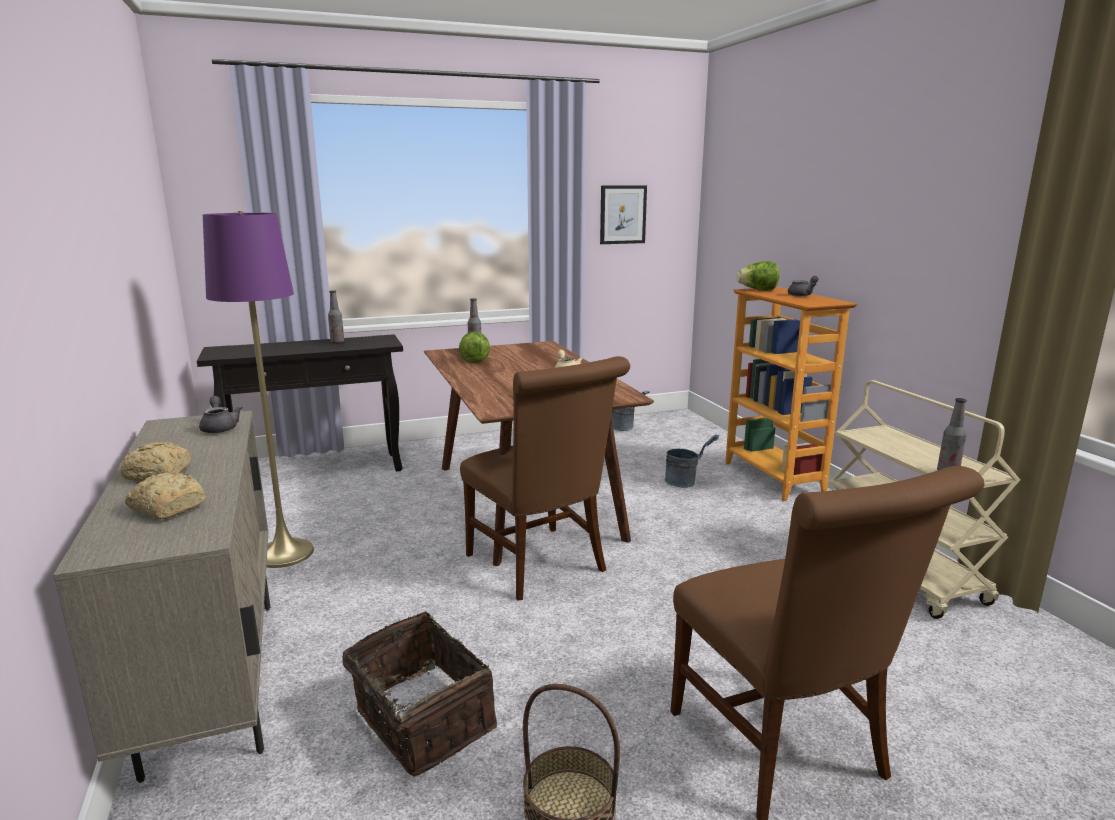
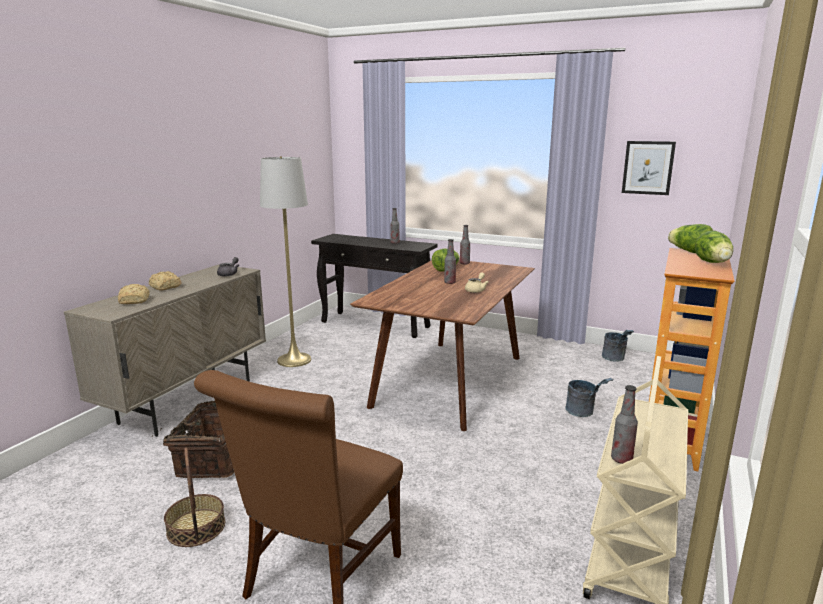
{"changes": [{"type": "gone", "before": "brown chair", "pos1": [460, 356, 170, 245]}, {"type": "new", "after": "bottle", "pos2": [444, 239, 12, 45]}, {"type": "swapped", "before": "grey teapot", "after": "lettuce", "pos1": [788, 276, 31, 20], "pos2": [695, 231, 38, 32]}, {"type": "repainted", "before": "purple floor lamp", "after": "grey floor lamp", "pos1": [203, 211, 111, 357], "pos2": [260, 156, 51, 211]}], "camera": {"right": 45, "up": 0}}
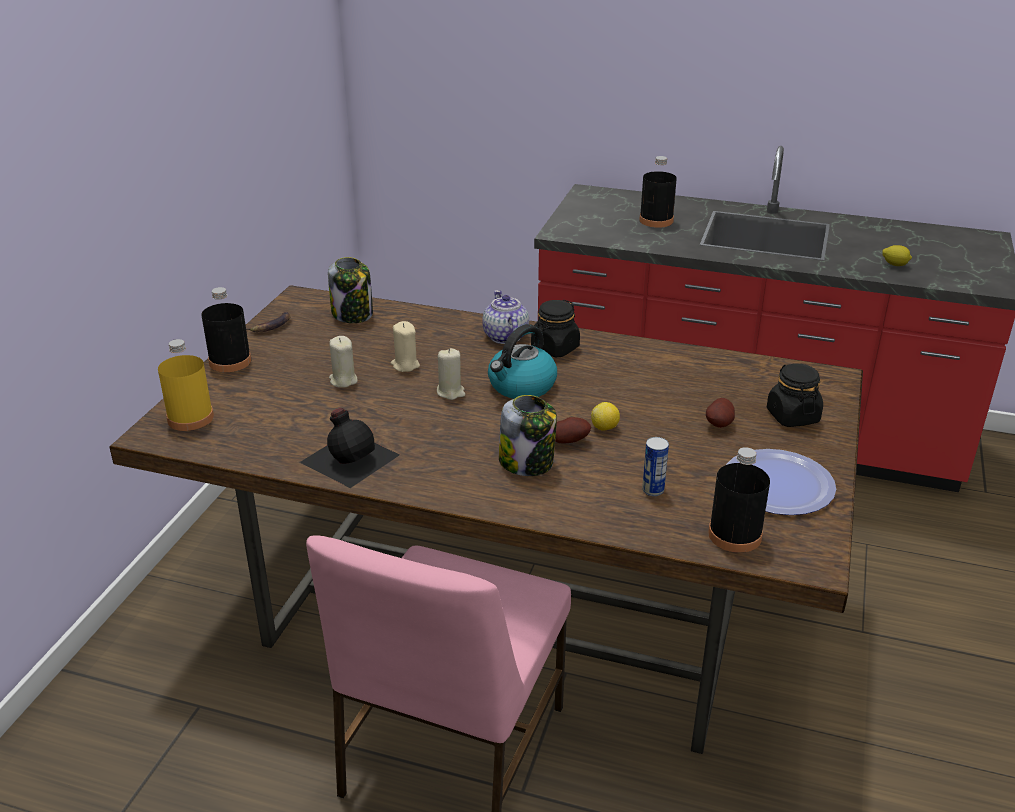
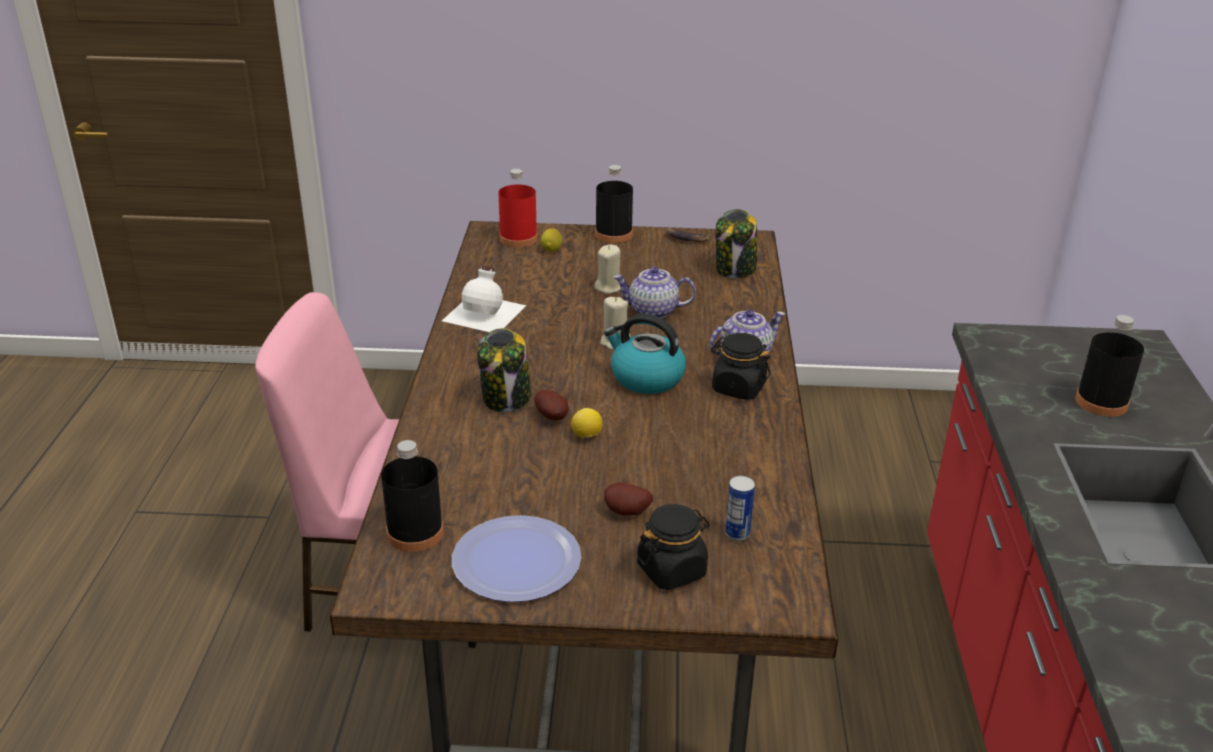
{"changes": [{"type": "shifted", "before": "can", "pos1": [642, 437, 27, 59], "pos2": [725, 476, 30, 66]}, {"type": "shifted", "before": "lemon", "pos1": [882, 245, 30, 21], "pos2": [541, 228, 21, 24]}, {"type": "swapped", "before": "beige candle", "after": "teapot", "pos1": [391, 321, 29, 51], "pos2": [613, 267, 83, 51]}, {"type": "repainted", "before": "yellow bottle", "after": "red bottle", "pos1": [158, 339, 56, 92], "pos2": [498, 169, 39, 79]}, {"type": "repainted", "before": "black bottle", "after": "white bottle", "pos1": [300, 408, 99, 80], "pos2": [442, 266, 85, 66]}], "camera": {"right": 75, "up": 0}}
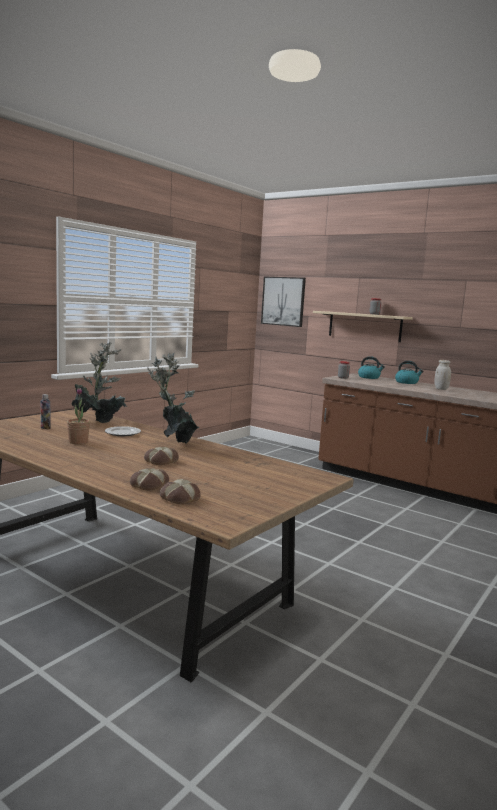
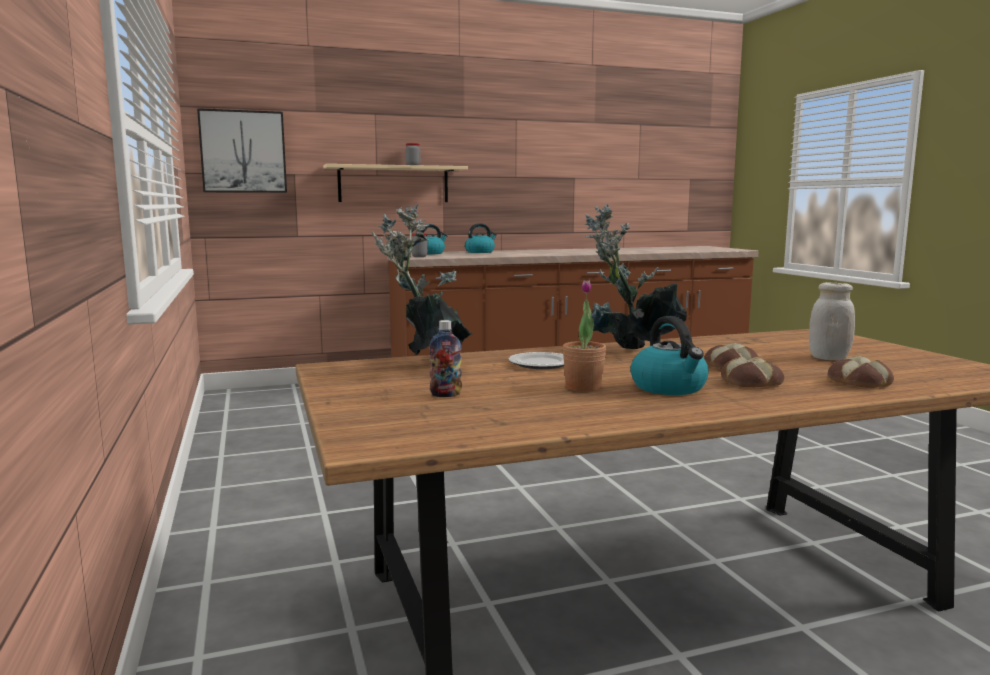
{"changes": [{"type": "new", "after": "kettle", "pos2": [630, 316, 79, 79]}, {"type": "shifted", "before": "bread", "pos1": [160, 479, 41, 25], "pos2": [721, 357, 63, 30]}, {"type": "shifted", "before": "white jar", "pos1": [434, 360, 17, 30], "pos2": [809, 282, 46, 78]}], "camera": {"right": -55, "up": 0}}
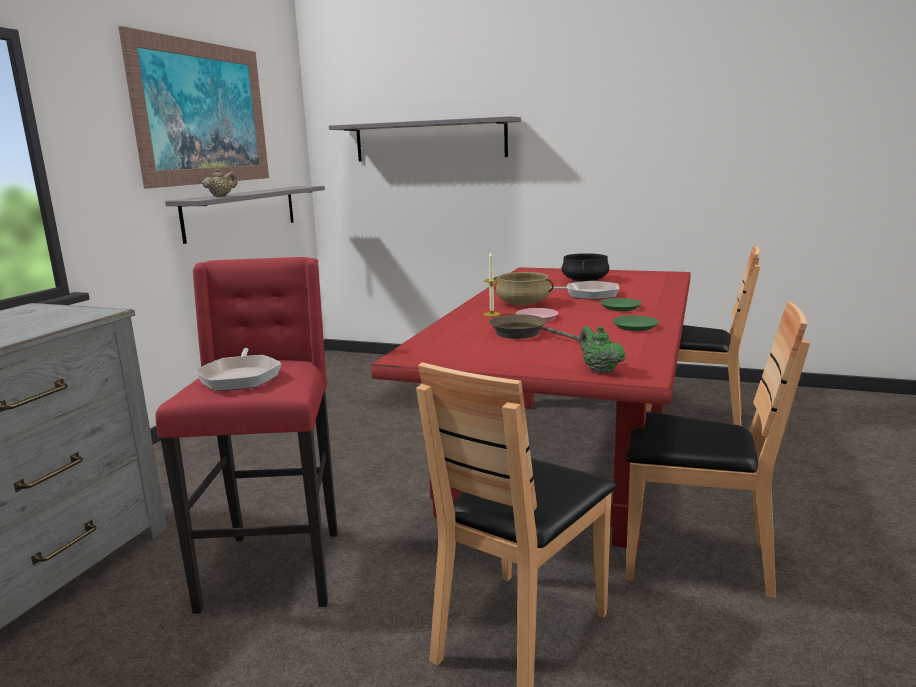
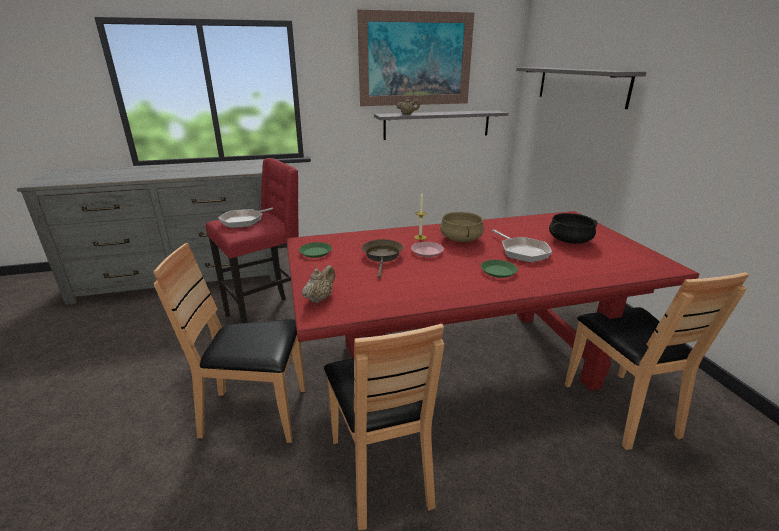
{"changes": [{"type": "shifted", "before": "green plate", "pos1": [612, 315, 47, 16], "pos2": [299, 242, 33, 16]}, {"type": "repainted", "before": "green teapot", "after": "beige teapot", "pos1": [579, 326, 47, 47], "pos2": [302, 265, 33, 38]}], "camera": {"right": 55, "up": 10}}
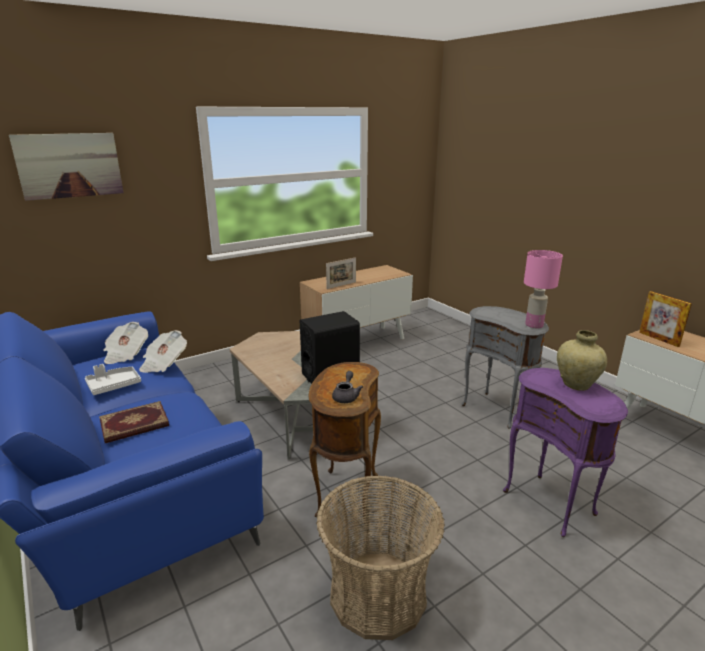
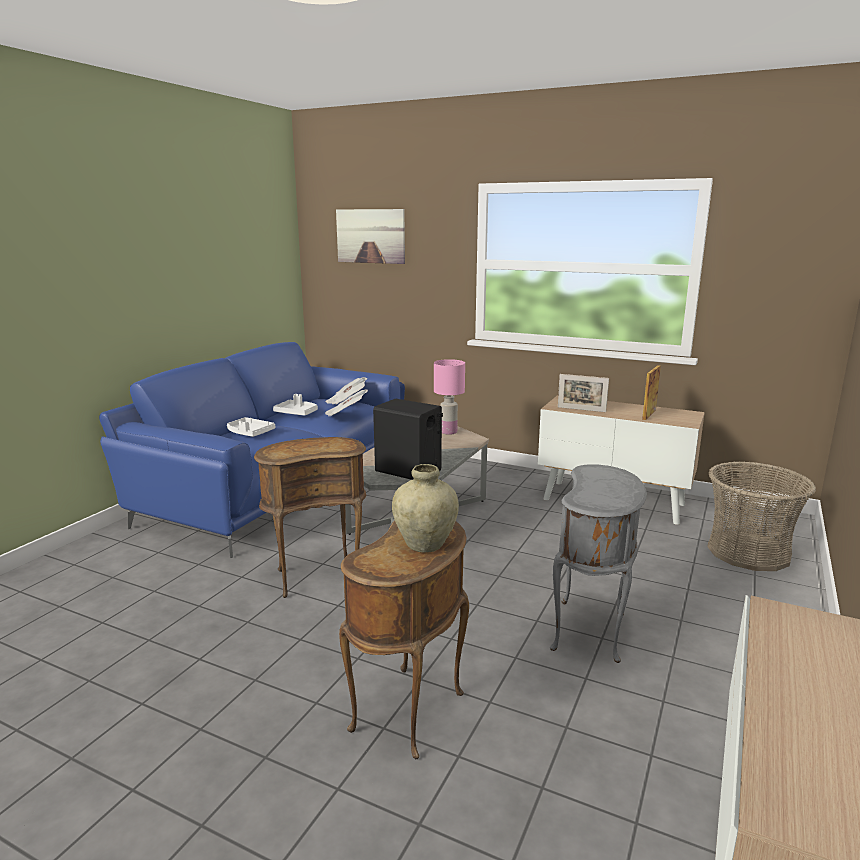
{"changes": [{"type": "gone", "before": "grey teapot", "pos1": [332, 371, 31, 32]}, {"type": "shifted", "before": "basket", "pos1": [316, 475, 129, 165], "pos2": [707, 461, 109, 110]}, {"type": "shifted", "before": "pink table lamp", "pos1": [524, 250, 39, 78], "pos2": [434, 359, 31, 76]}, {"type": "shifted", "before": "picture frame", "pos1": [639, 291, 53, 56], "pos2": [642, 365, 19, 55]}, {"type": "swapped", "before": "book", "after": "white tray", "pos1": [99, 401, 70, 42], "pos2": [227, 417, 48, 20]}, {"type": "repainted", "before": "purple side table", "after": "brown side table", "pos1": [503, 368, 125, 169], "pos2": [339, 520, 130, 240]}], "camera": {"right": 60, "up": -5}}
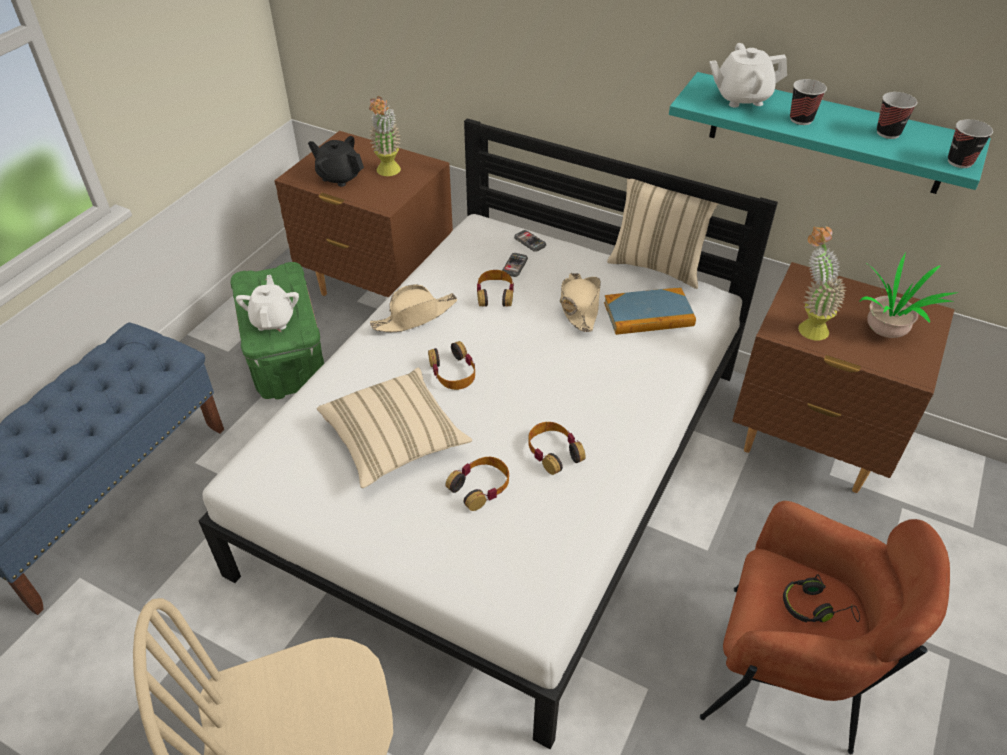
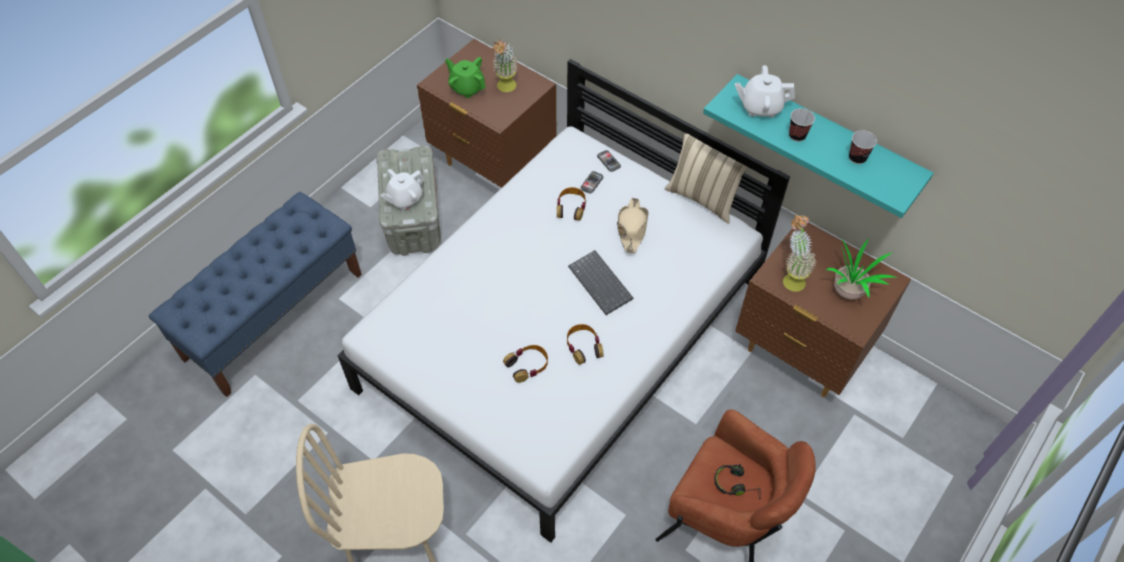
{"changes": [{"type": "gone", "before": "beige pillow", "pos1": [317, 368, 155, 120]}, {"type": "gone", "before": "beige hat", "pos1": [370, 285, 88, 47]}, {"type": "gone", "before": "headphones", "pos1": [428, 341, 47, 49]}, {"type": "gone", "before": "book", "pos1": [604, 287, 92, 48]}, {"type": "gone", "before": "cup", "pos1": [948, 119, 45, 49]}, {"type": "new", "after": "keyboard", "pos2": [568, 250, 65, 65]}, {"type": "repainted", "before": "green storage box", "after": "grey storage box", "pos1": [231, 262, 93, 137], "pos2": [376, 146, 65, 110]}, {"type": "repainted", "before": "black teapot", "after": "green teapot", "pos1": [308, 136, 56, 51], "pos2": [445, 57, 41, 41]}, {"type": "rotated", "before": "white teapot", "pos1": [236, 275, 63, 56], "pos2": [380, 169, 45, 41], "turn": -135}], "camera": {"right": 10, "up": 10}}
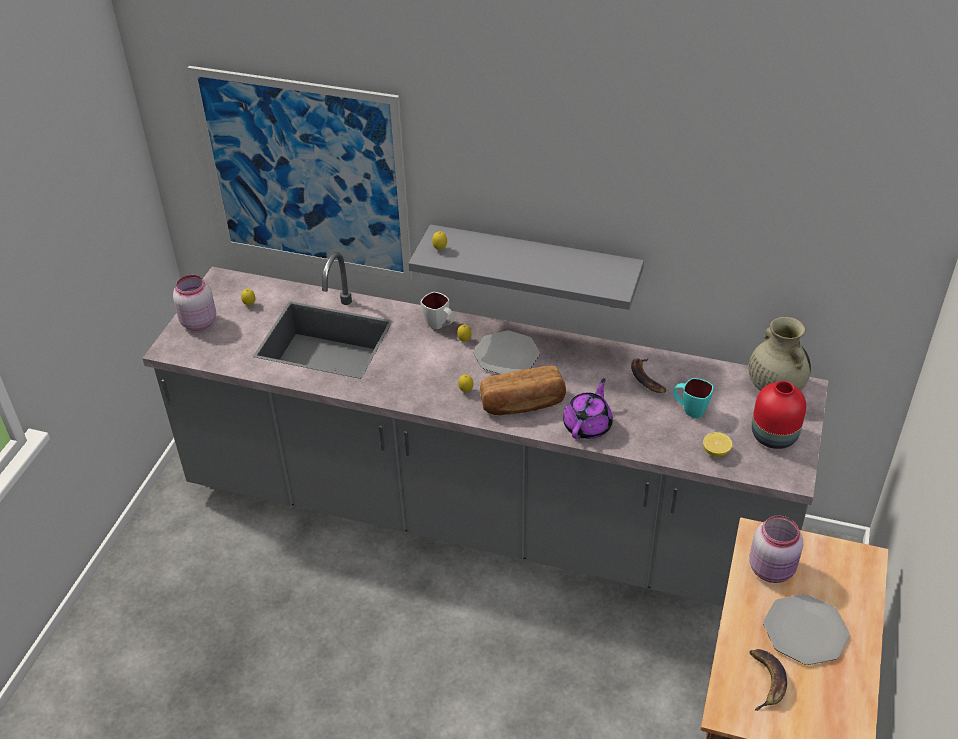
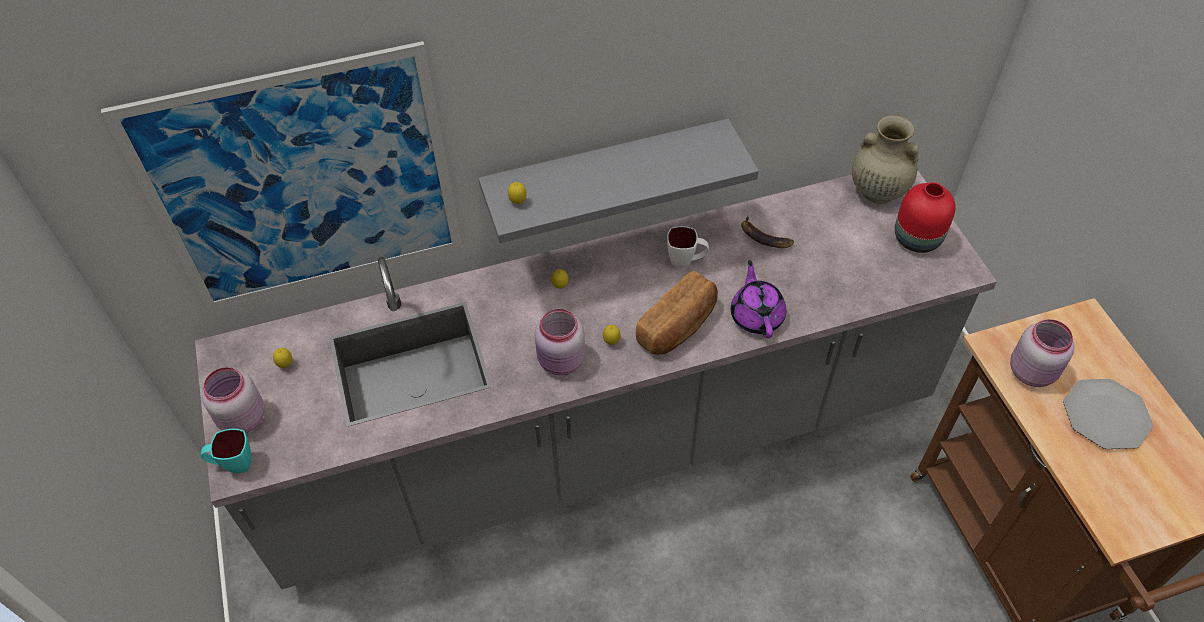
{"changes": [{"type": "gone", "before": "plate", "pos1": [474, 331, 66, 43]}, {"type": "gone", "before": "lemon", "pos1": [703, 432, 29, 25]}, {"type": "gone", "before": "banana", "pos1": [749, 649, 38, 62]}, {"type": "new", "after": "pink jar", "pos2": [534, 309, 51, 66]}, {"type": "shifted", "before": "white mug", "pos1": [420, 292, 35, 38], "pos2": [667, 226, 42, 42]}, {"type": "shifted", "before": "turquoise mug", "pos1": [673, 378, 40, 40], "pos2": [201, 429, 50, 44]}], "camera": {"right": -35, "up": 10}}
